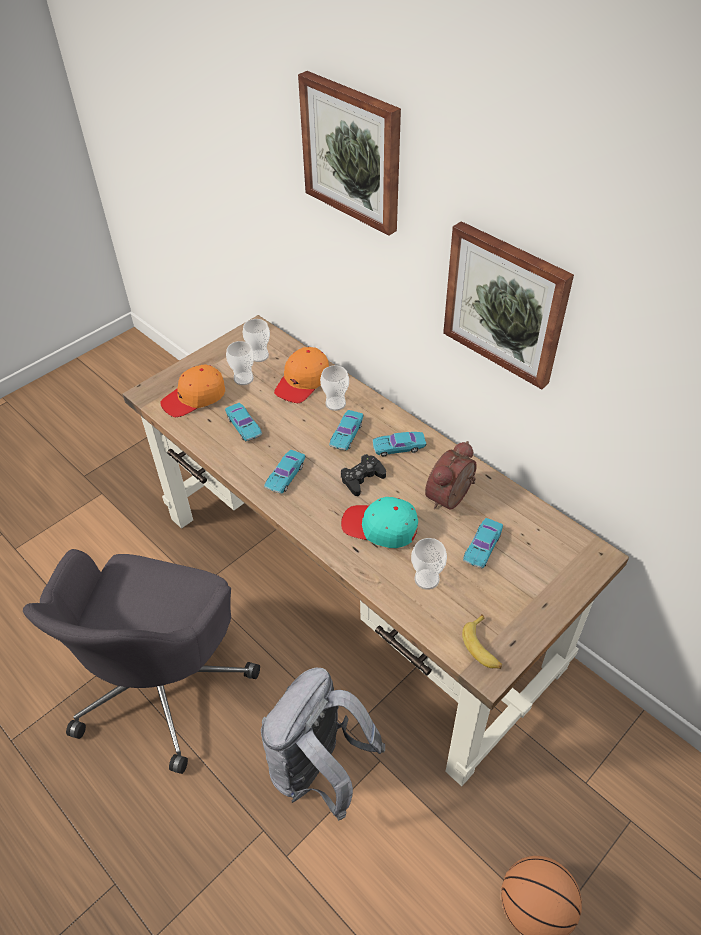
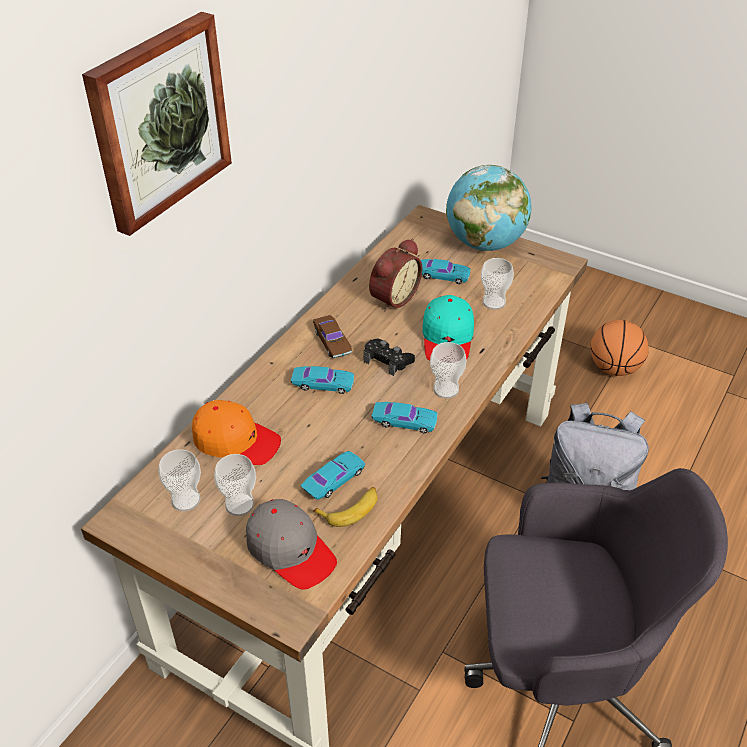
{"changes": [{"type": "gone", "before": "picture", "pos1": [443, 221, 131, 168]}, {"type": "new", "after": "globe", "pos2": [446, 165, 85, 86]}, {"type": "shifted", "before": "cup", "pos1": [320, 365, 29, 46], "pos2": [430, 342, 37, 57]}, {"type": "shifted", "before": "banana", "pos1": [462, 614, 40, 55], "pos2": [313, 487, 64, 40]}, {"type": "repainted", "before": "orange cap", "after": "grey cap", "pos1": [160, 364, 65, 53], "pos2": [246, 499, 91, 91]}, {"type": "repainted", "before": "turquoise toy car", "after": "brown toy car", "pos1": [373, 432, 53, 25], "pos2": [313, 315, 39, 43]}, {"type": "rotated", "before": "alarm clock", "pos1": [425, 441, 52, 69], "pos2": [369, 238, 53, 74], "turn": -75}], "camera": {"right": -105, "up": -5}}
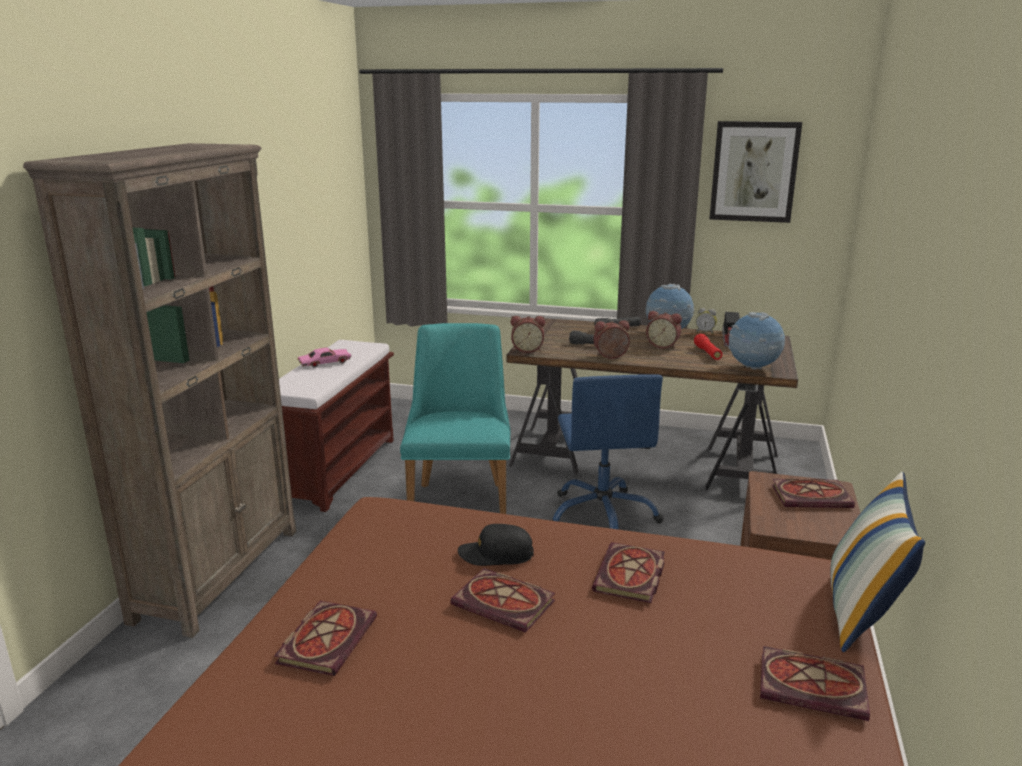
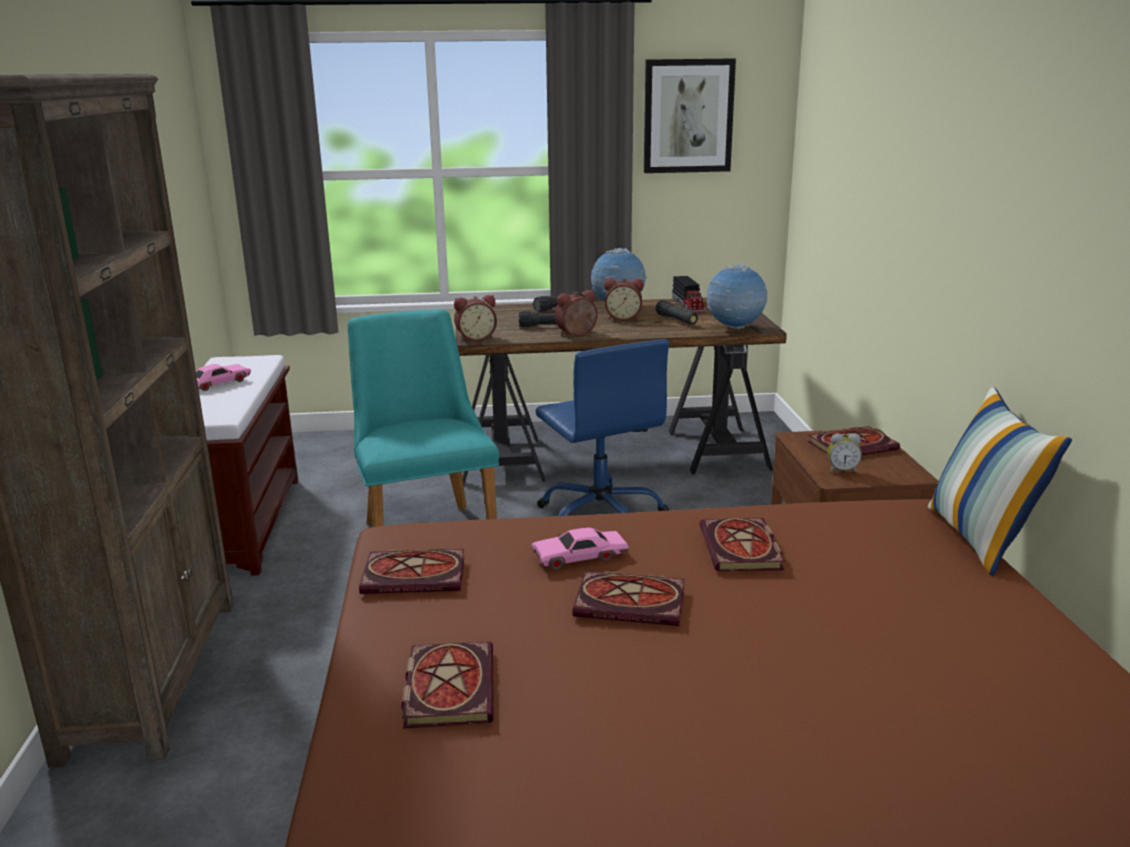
{"changes": [{"type": "shifted", "before": "alarm clock", "pos1": [696, 308, 21, 26], "pos2": [827, 433, 35, 40]}, {"type": "shifted", "before": "book", "pos1": [760, 646, 110, 75], "pos2": [359, 548, 106, 46]}, {"type": "swapped", "before": "black cap", "after": "pink toy car", "pos1": [458, 524, 76, 42], "pos2": [531, 528, 98, 42]}, {"type": "repainted", "before": "red flashlight", "after": "black flashlight", "pos1": [694, 334, 28, 26], "pos2": [655, 300, 43, 25]}], "camera": {"right": -20, "up": 0}}
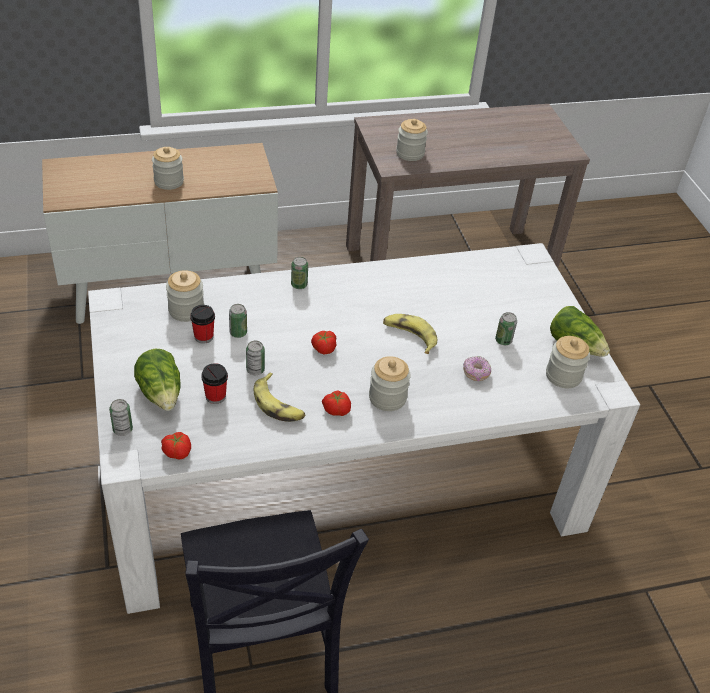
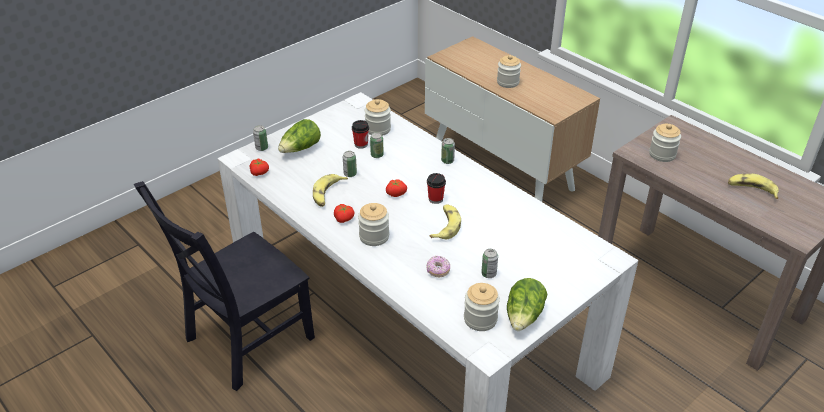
{"changes": [{"type": "new", "after": "banana", "pos2": [728, 174, 51, 25]}, {"type": "shifted", "before": "cup", "pos1": [201, 363, 27, 41], "pos2": [427, 173, 19, 31]}], "camera": {"right": 65, "up": -5}}
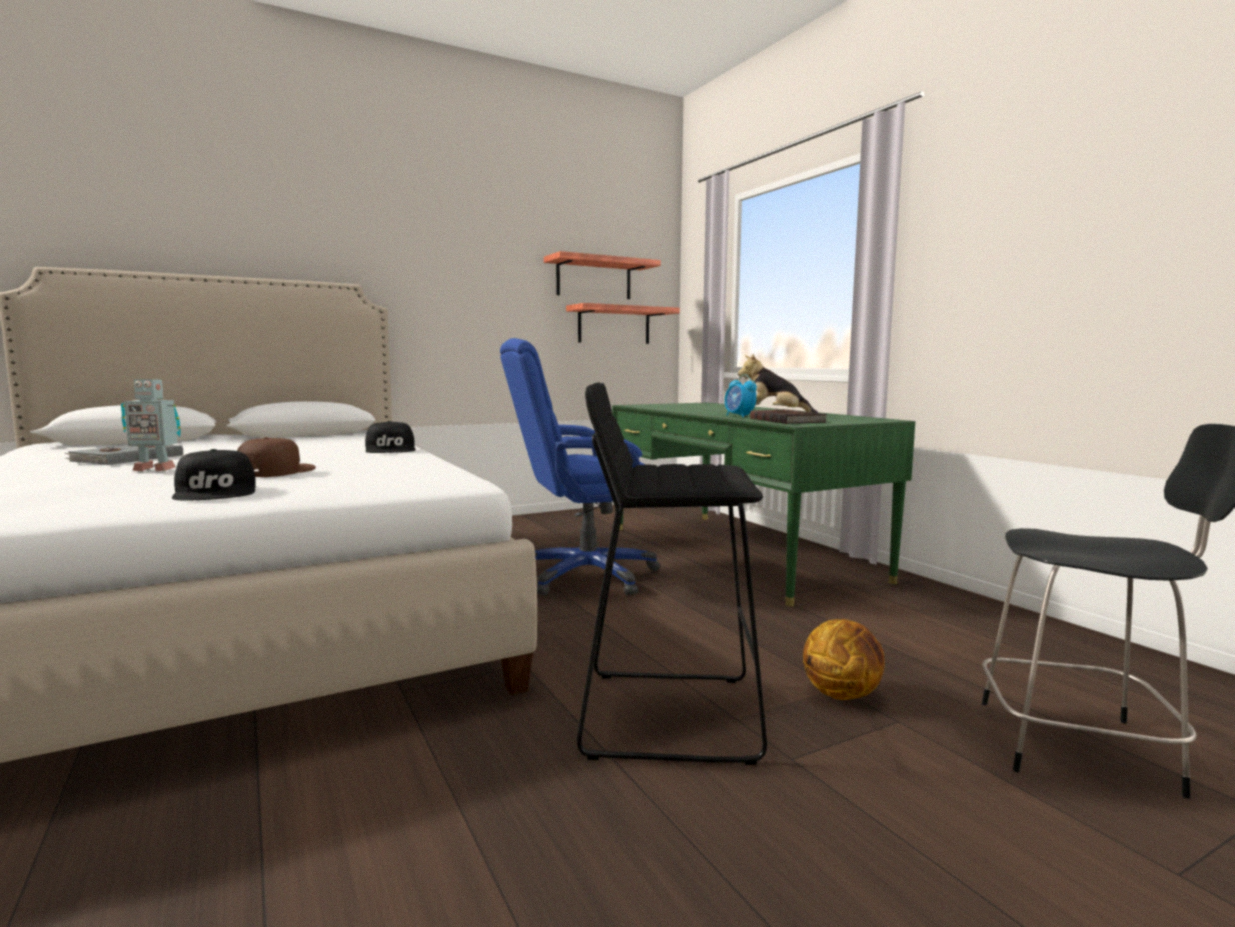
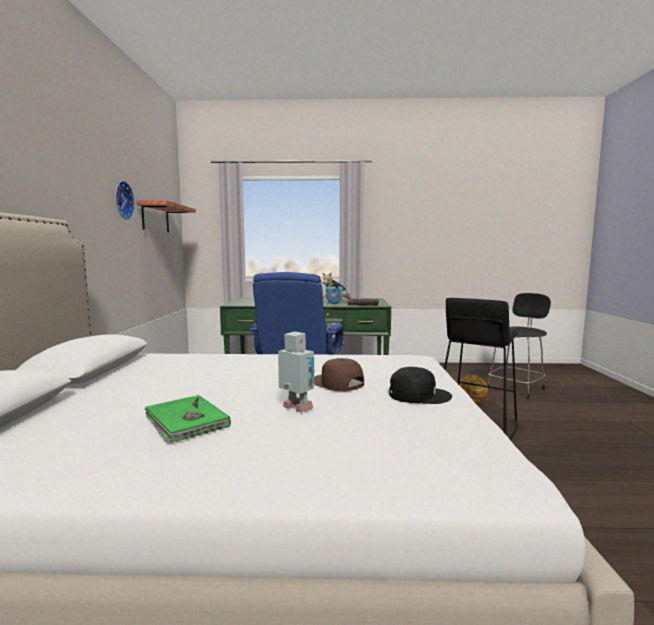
{"changes": [{"type": "gone", "before": "black cap", "pos1": [365, 421, 51, 32]}, {"type": "gone", "before": "shelf", "pos1": [566, 303, 114, 41]}, {"type": "new", "after": "wall clock", "pos2": [115, 181, 20, 39]}, {"type": "repainted", "before": "grey book", "after": "green book", "pos1": [65, 445, 118, 20], "pos2": [145, 395, 86, 48]}, {"type": "rotated", "before": "toy robot", "pos1": [121, 379, 60, 93], "pos2": [278, 331, 36, 81], "turn": -75}], "camera": {"right": -60, "up": 0}}
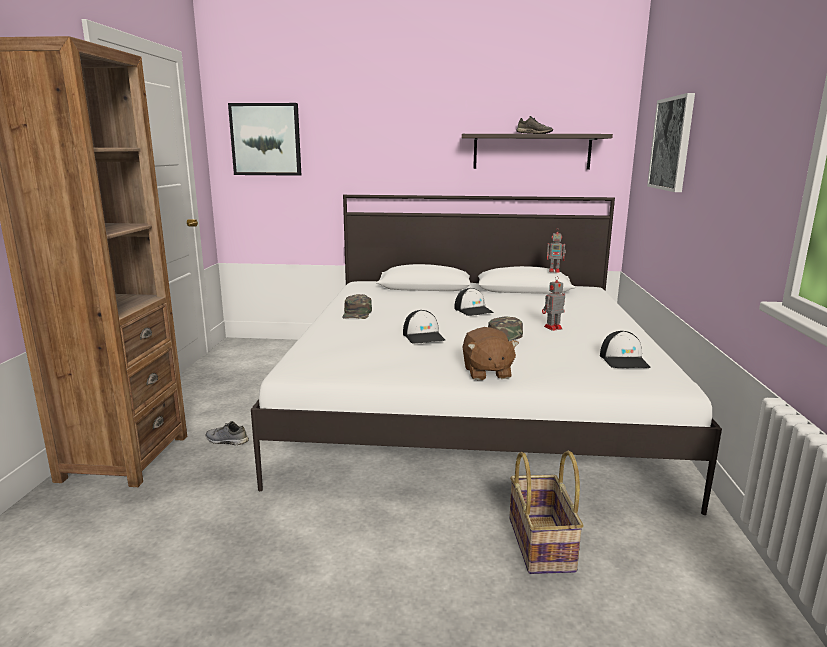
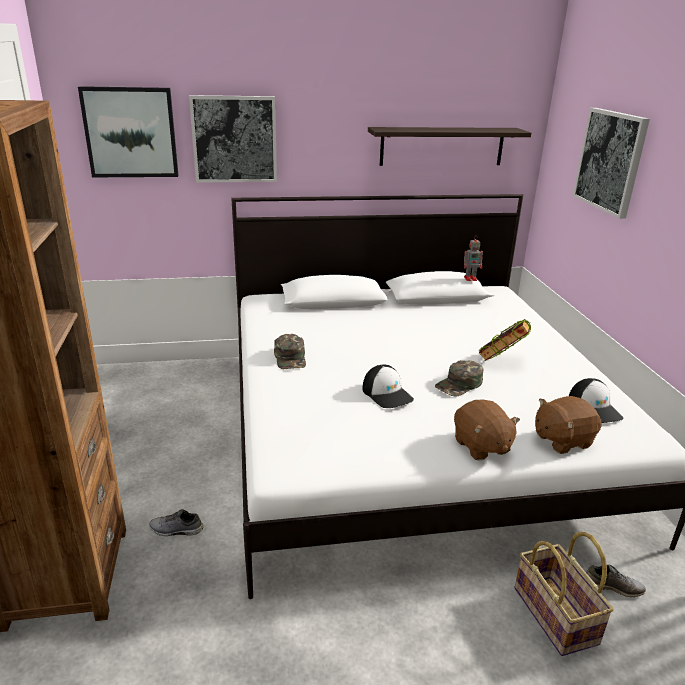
{"changes": [{"type": "gone", "before": "cap", "pos1": [454, 288, 40, 28]}, {"type": "new", "after": "picture", "pos2": [189, 95, 88, 88]}, {"type": "new", "after": "brown plush toy", "pos2": [535, 396, 67, 58]}, {"type": "shifted", "before": "grey shoe", "pos1": [516, 116, 37, 18], "pos2": [586, 564, 60, 33]}, {"type": "swapped", "before": "toy robot", "after": "book", "pos1": [542, 276, 23, 55], "pos2": [479, 319, 52, 42]}], "camera": {"right": -15, "up": 10}}
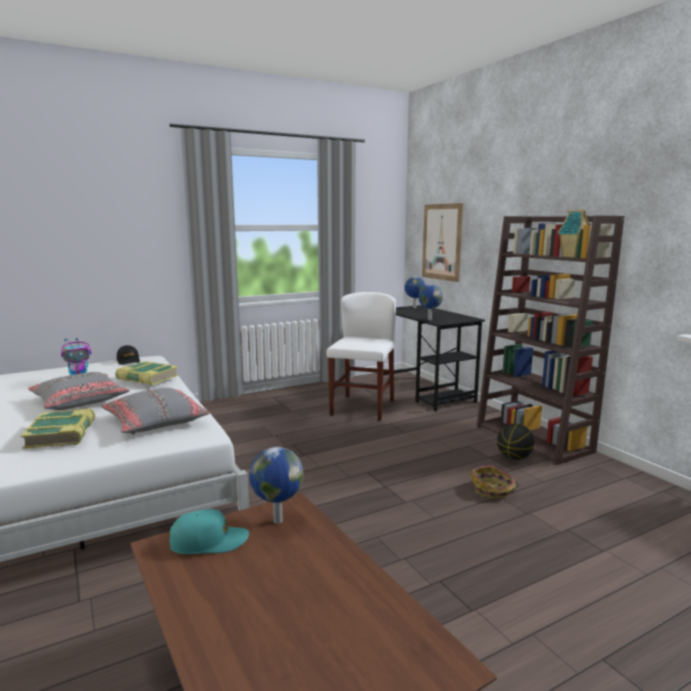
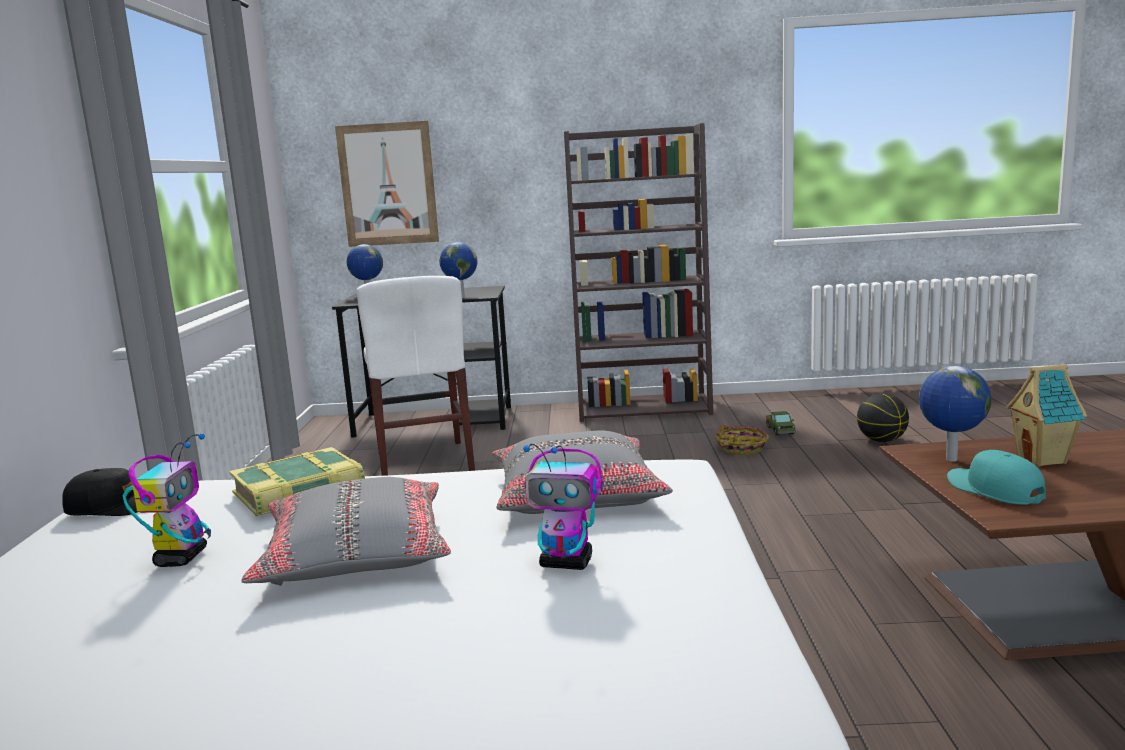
{"changes": [{"type": "new", "after": "toy truck", "pos2": [766, 411, 30, 24]}, {"type": "shifted", "before": "basketball", "pos1": [497, 424, 37, 36], "pos2": [857, 393, 52, 49]}, {"type": "shifted", "before": "toy house", "pos1": [557, 210, 32, 48], "pos2": [1006, 364, 81, 103]}, {"type": "swapped", "before": "book", "after": "toy robot", "pos1": [21, 408, 74, 41], "pos2": [523, 444, 80, 126]}, {"type": "rotated", "before": "turquoise cap", "pos1": [169, 509, 80, 45], "pos2": [947, 450, 99, 55], "turn": -45}, {"type": "rotated", "before": "white chair", "pos1": [326, 292, 70, 129], "pos2": [356, 276, 119, 200], "turn": -150}], "camera": {"right": -60, "up": 0}}
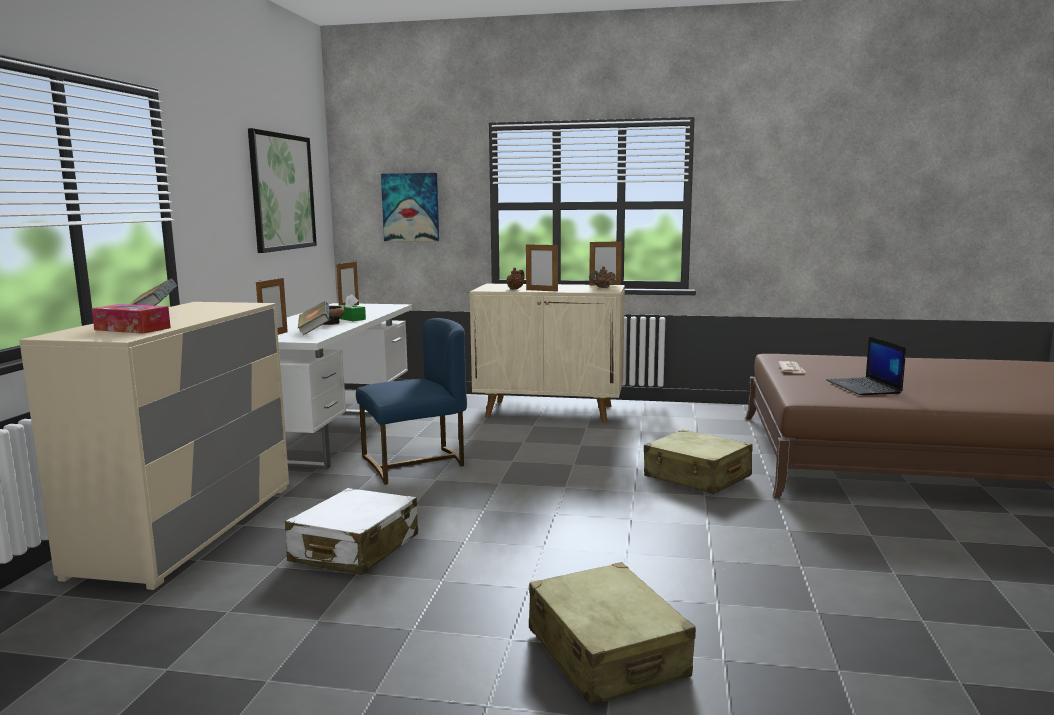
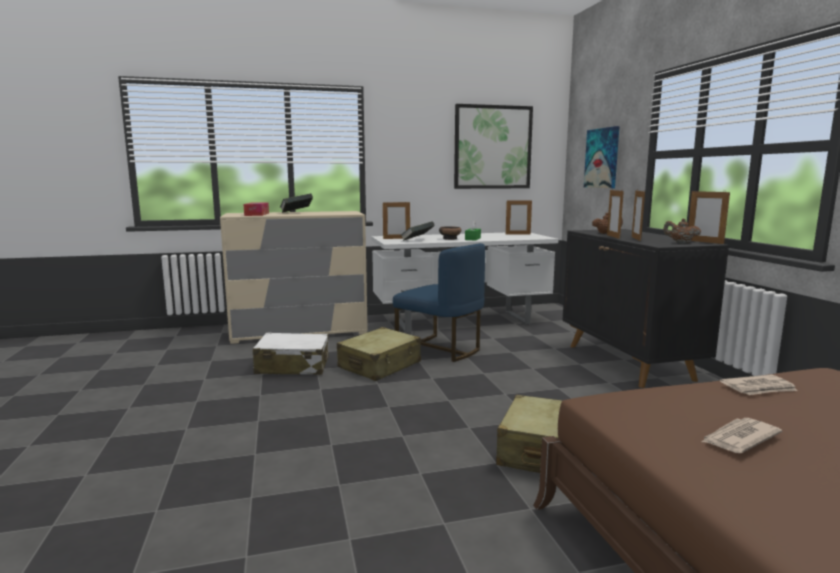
{"changes": [{"type": "new", "after": "picture frame", "pos2": [632, 190, 13, 51]}, {"type": "shifted", "before": "beige suitcase", "pos1": [529, 562, 167, 144], "pos2": [337, 327, 84, 54]}, {"type": "swapped", "before": "laptop", "after": "newspaper", "pos1": [826, 336, 80, 59], "pos2": [702, 418, 80, 35]}, {"type": "repainted", "before": "beige cabinet", "after": "black cabinet", "pos1": [470, 284, 155, 139], "pos2": [562, 229, 167, 159]}], "camera": {"right": 65, "up": 0}}
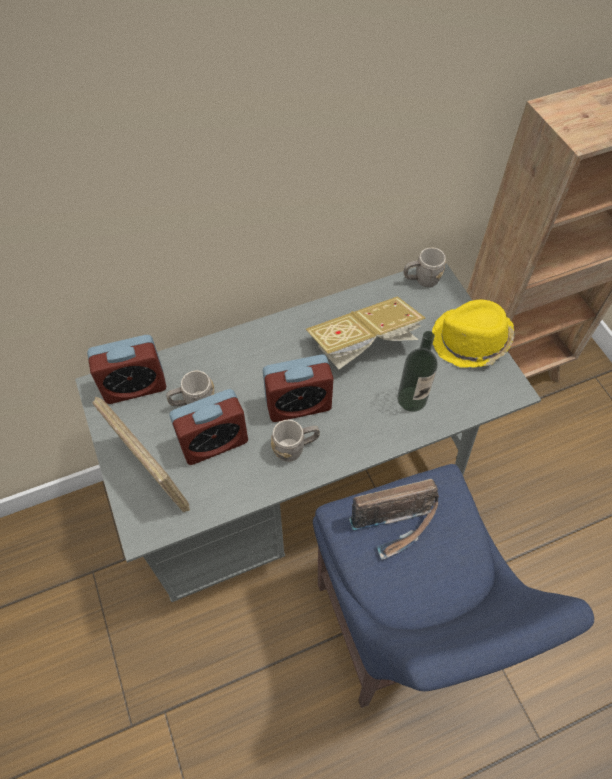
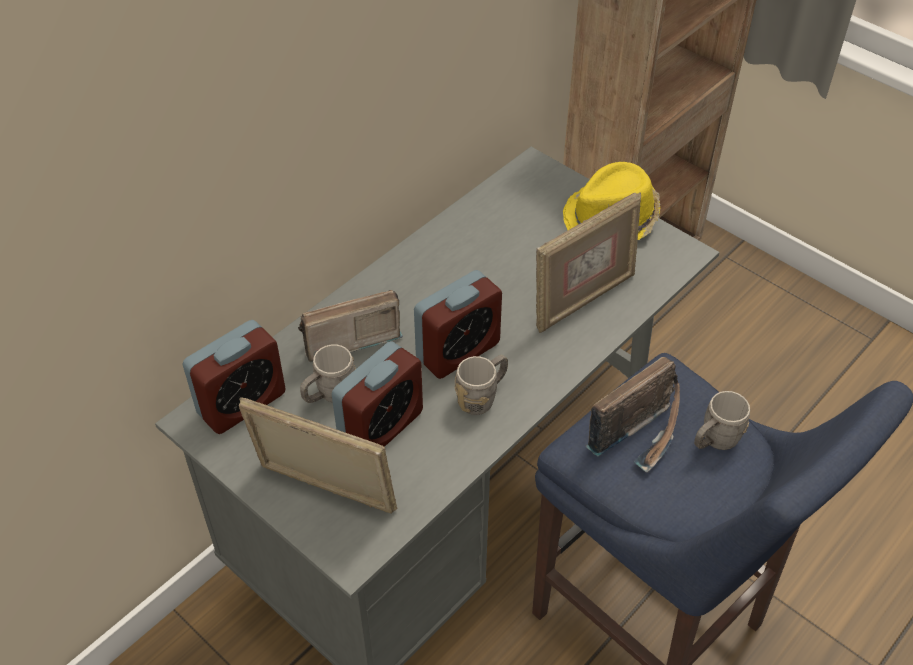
{"changes": [{"type": "gone", "before": "book", "pos1": [306, 296, 120, 73]}, {"type": "new", "after": "radio", "pos2": [298, 290, 105, 72]}, {"type": "shifted", "before": "grey mug", "pos1": [404, 247, 42, 40], "pos2": [694, 391, 56, 59]}, {"type": "swapped", "before": "bottle", "after": "picture frame", "pos1": [397, 331, 41, 81], "pos2": [536, 192, 105, 141]}], "camera": {"right": -25, "up": -10}}
